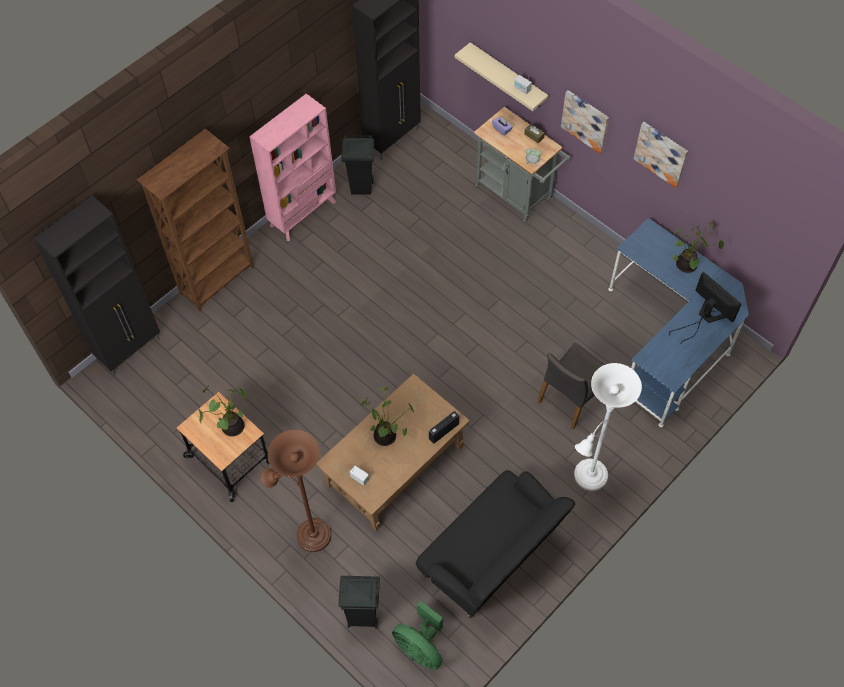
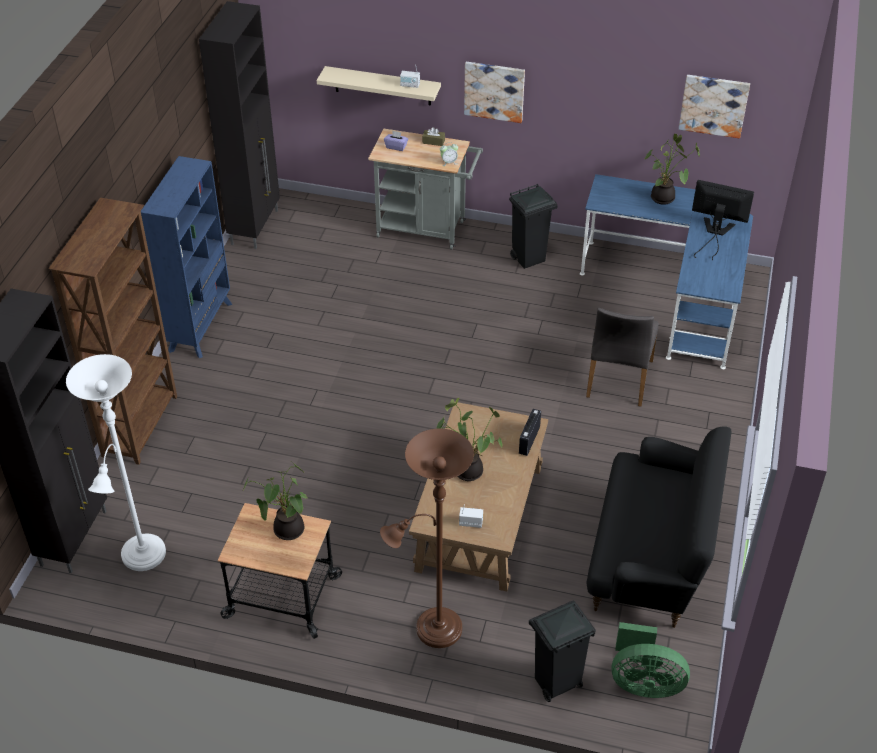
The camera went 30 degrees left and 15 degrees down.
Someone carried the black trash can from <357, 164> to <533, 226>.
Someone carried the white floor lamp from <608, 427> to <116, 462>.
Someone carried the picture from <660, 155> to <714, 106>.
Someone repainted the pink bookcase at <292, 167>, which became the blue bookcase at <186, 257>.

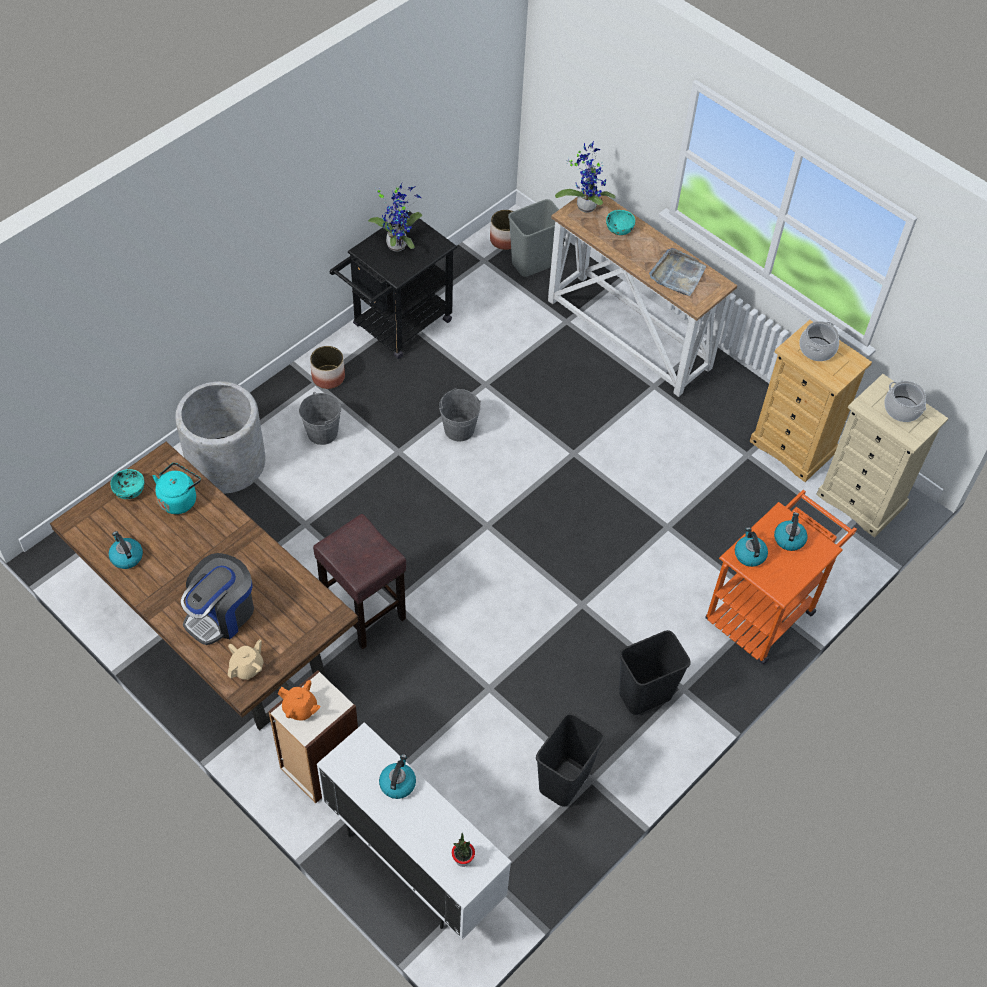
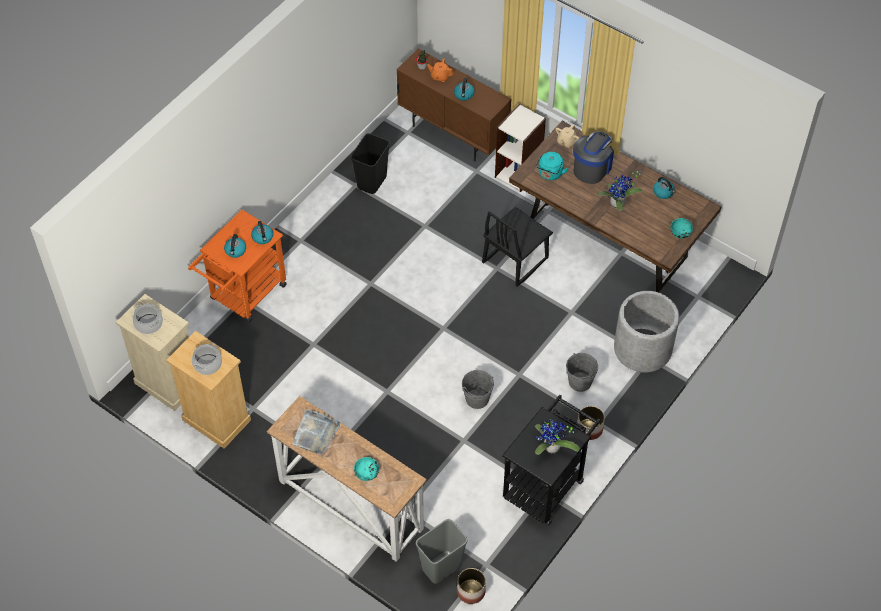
The camera went 175 degrees right and 0 degrees up.
Someone took away the black trash can at <655, 672>.
Someone carried the turquoise kettle from <176, 488> to <552, 166>.
Someone carried the orange teapot from <299, 700> to <440, 70>.
Someone carried the potted plant from <585, 177> to <620, 191>.
Someone swapped the brown stool at <359, 581> for the black chair at <517, 247>.
Someone repainted the white cabinet at <414, 831>, which became the brown cabinet at <453, 105>.

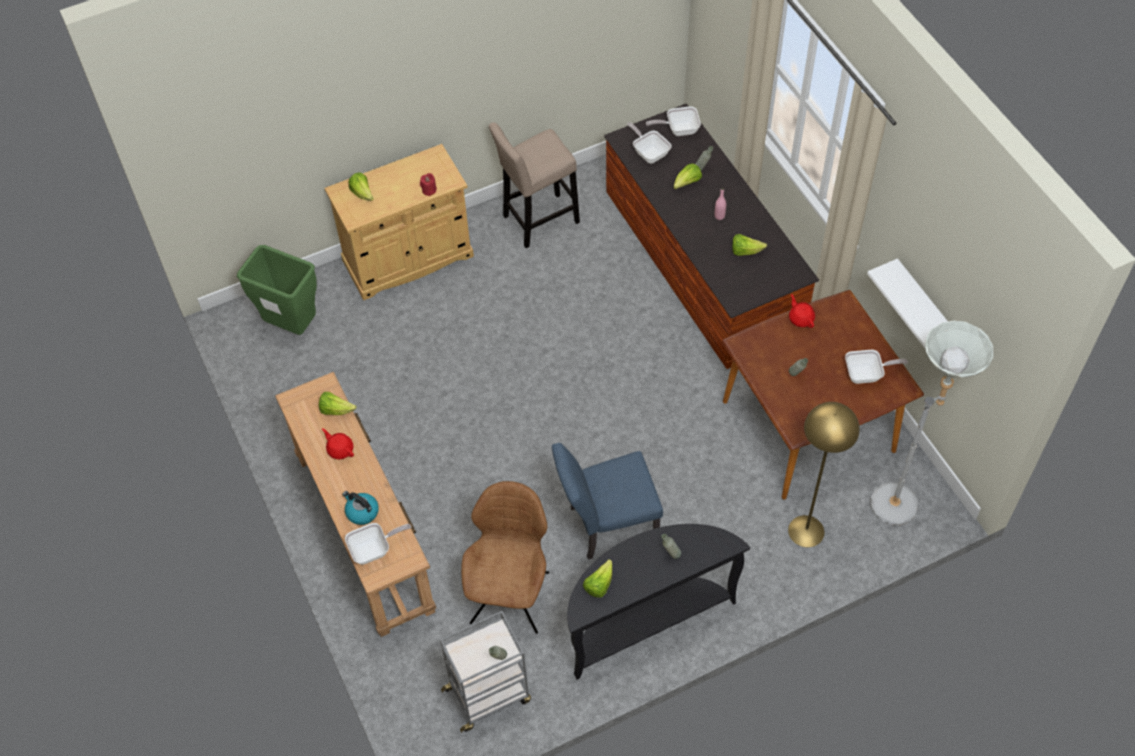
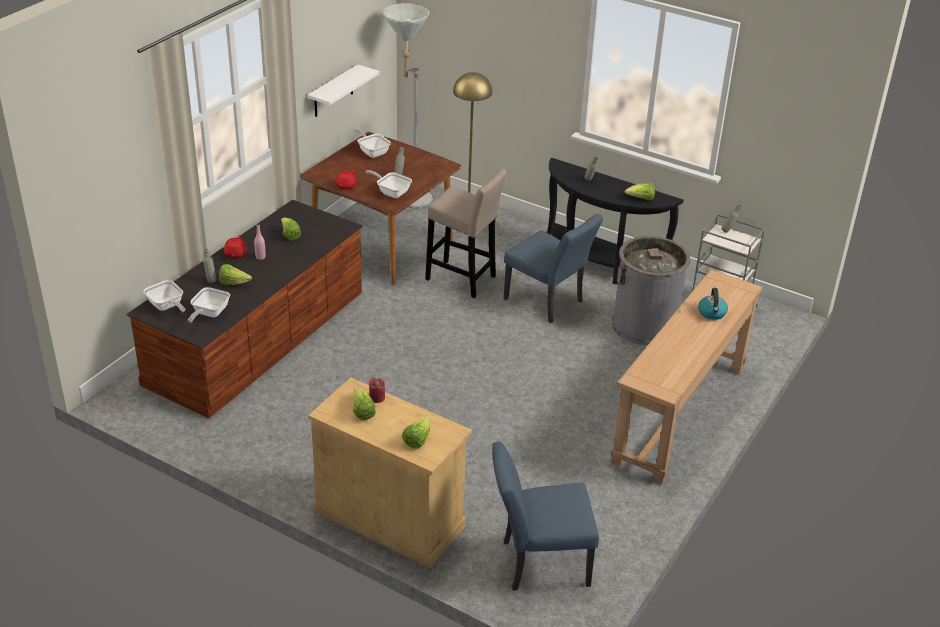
The camera went 125 degrees left and 20 degrees down.
Someone carried the lettuce from <338, 403> to <364, 404>.
Someone carried the red teapot from <338, 443> to <235, 246>.
Someone carried the frying pan from <378, 544> to <389, 184>.
Someone carried the beige stool from <534, 185> to <466, 233>.
Someone swapped the green trash can at <277, 290> for the blue chair at <545, 516>.
Someone swapped the brown chair at <505, 557> for the grey trash can at <651, 290>.

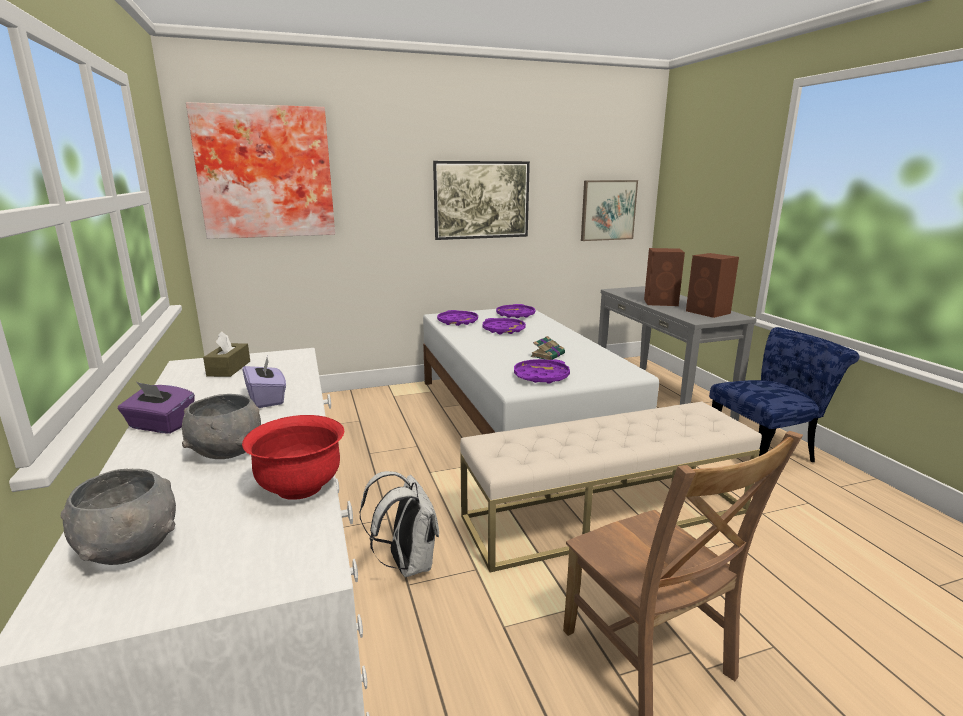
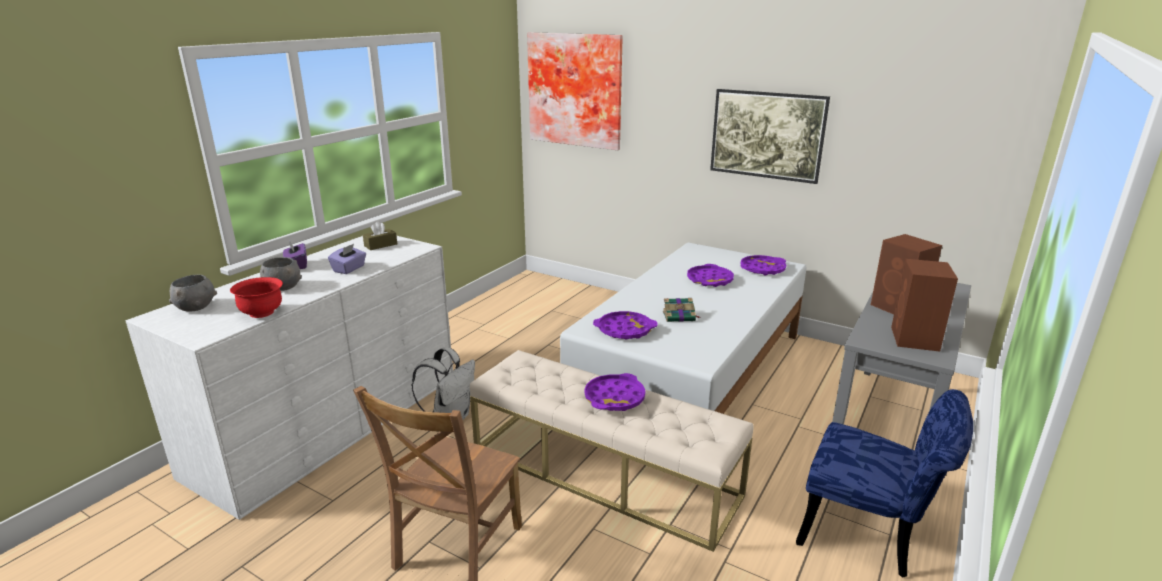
The camera went 50 degrees right and 5 degrees up.
Someone took away the picture at <609, 210>.
Someone carried the purple tray from <457, 318> to <615, 392>.

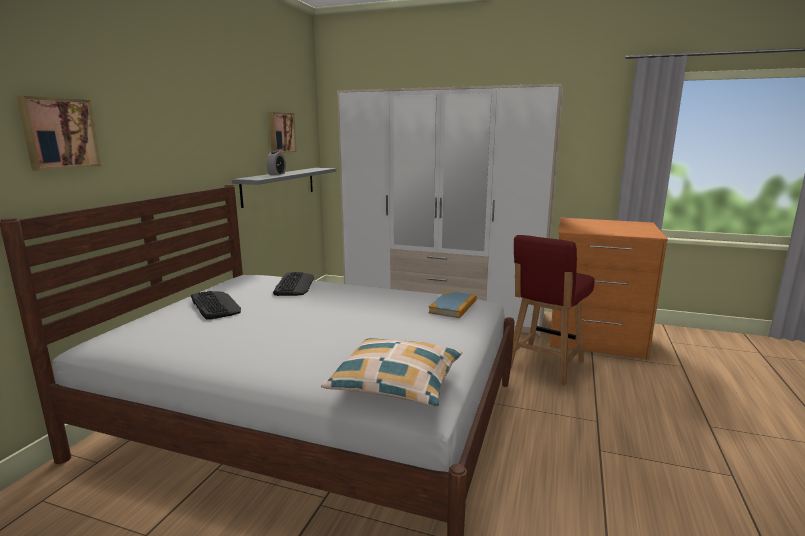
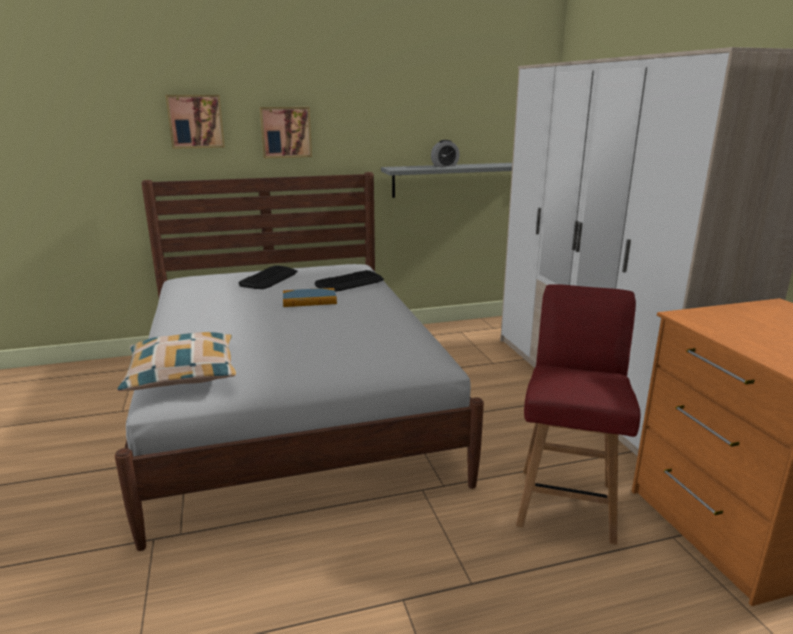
The camera went 55 degrees right and 5 degrees up.
Someone carried the picture from <283, 132> to <286, 132>.
Someone carried the book from <452, 304> to <310, 297>.
Someone rotated the red chair at <553, 310> by 105 degrees clockwise.

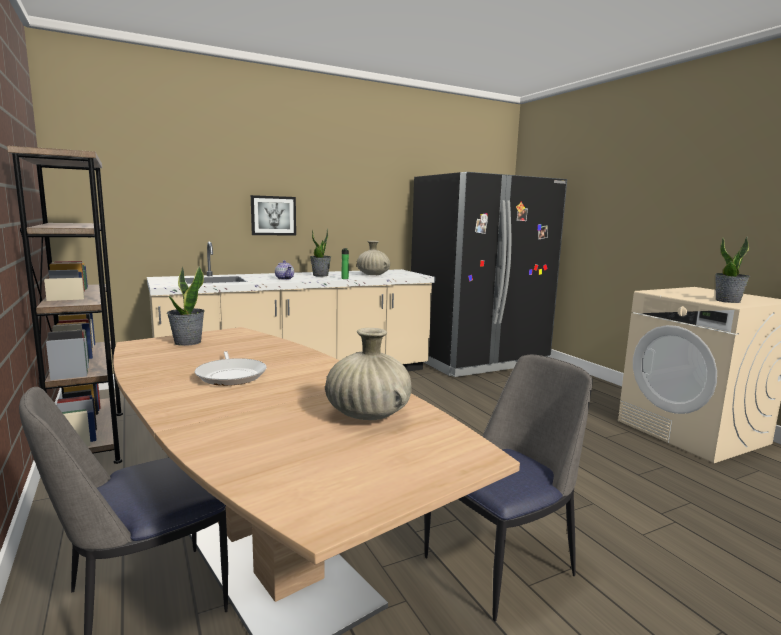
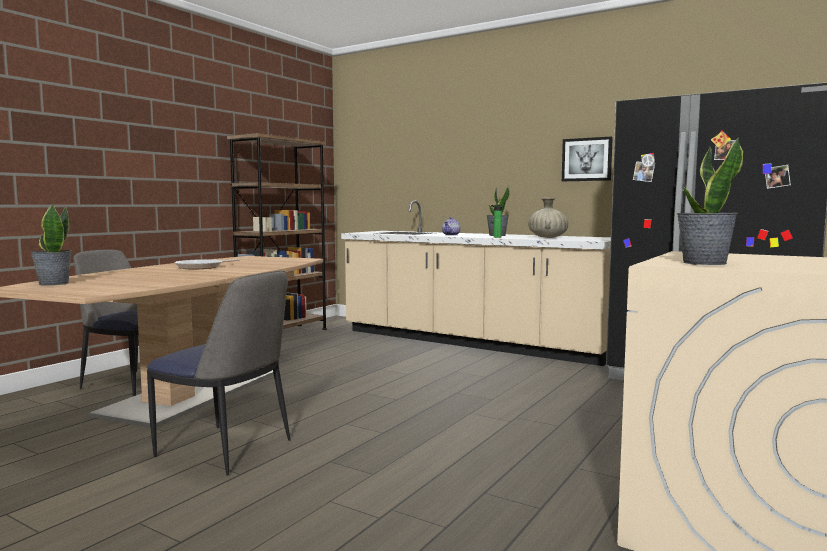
The camera went 60 degrees right and 5 degrees down.
Someone took away the beige vase at <368, 374>.
Someone carried the potted plant from <185, 306> to <51, 245>.
Someone carried the picture from <273, 215> to <587, 158>.

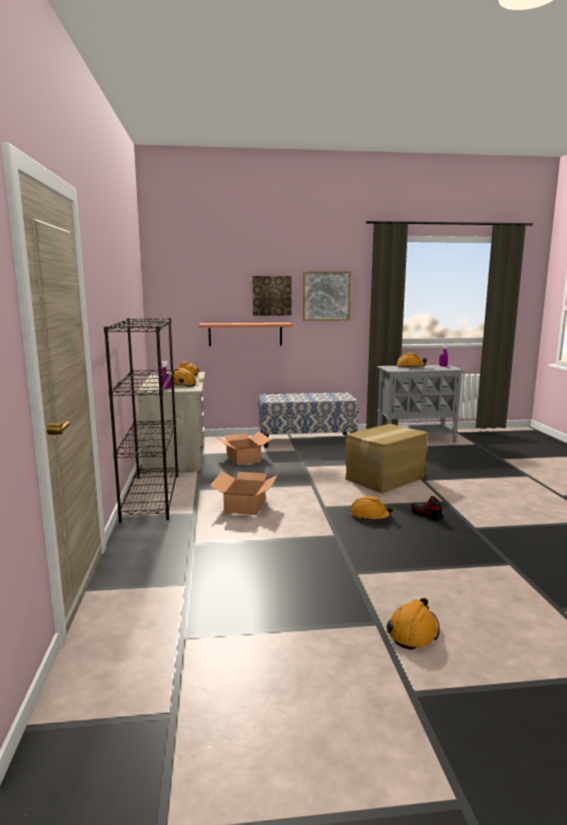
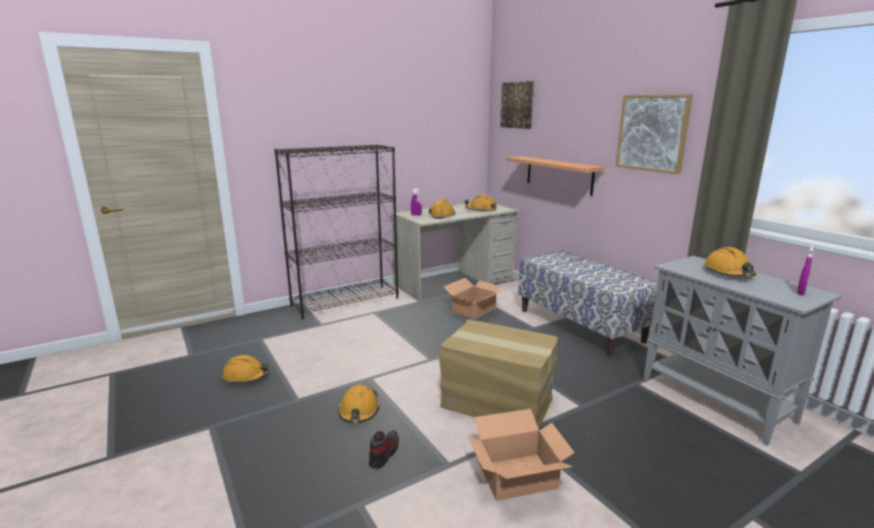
The camera went 65 degrees right and 5 degrees up.
Someone carried the cardboard box from <244, 493> to <521, 455>.
Someone carried the picture from <272, 296> to <517, 105>.
Someone carried the orange hard hat from <413, 624> to <245, 370>.

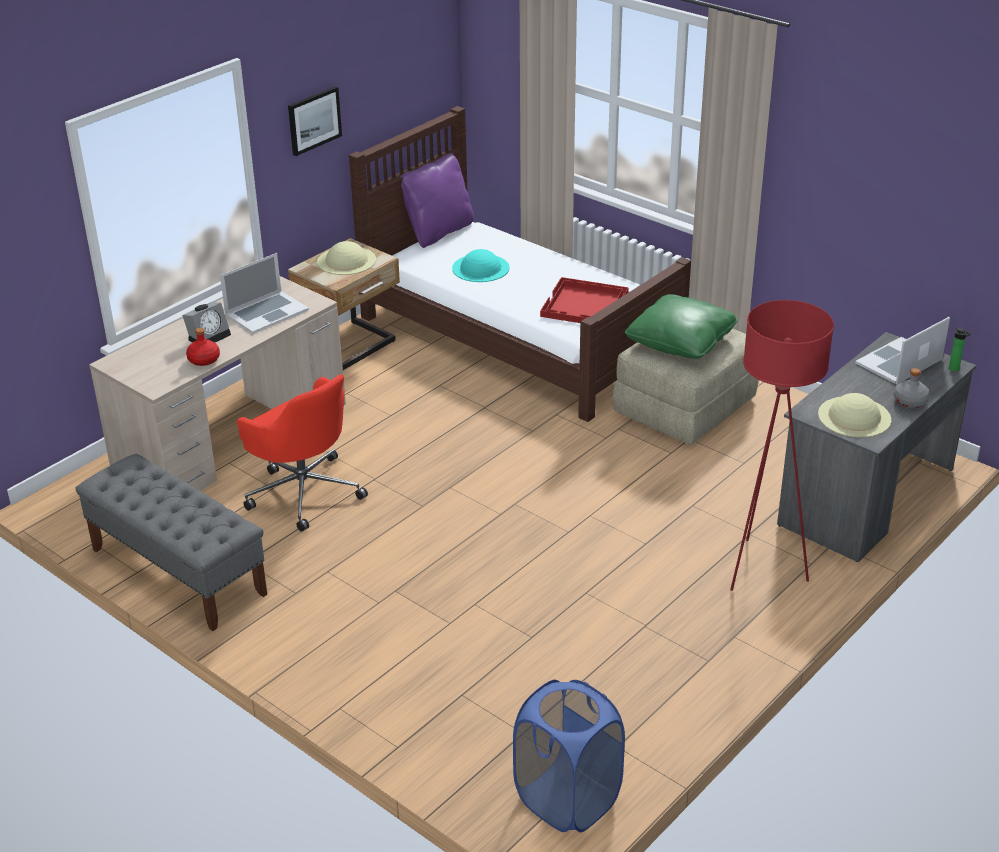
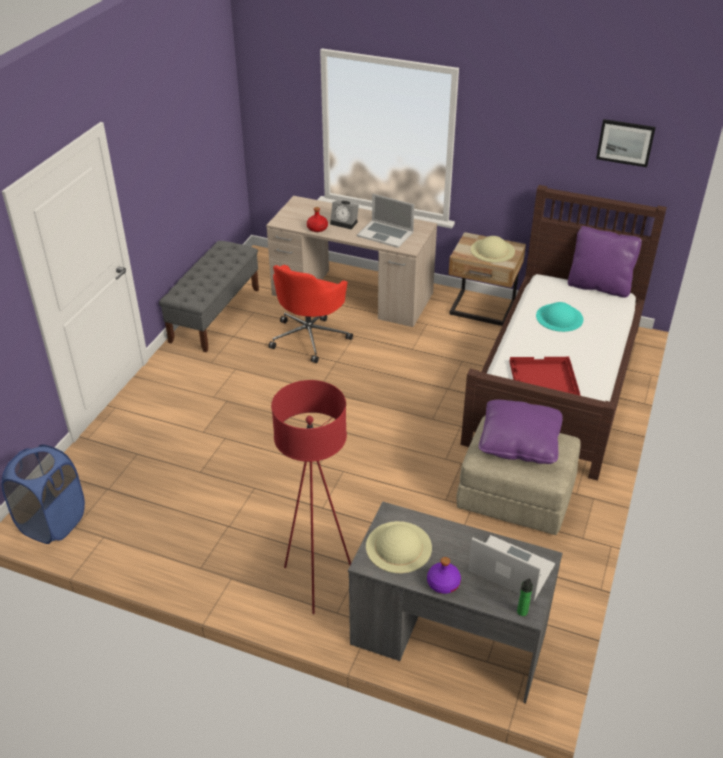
The camera went 70 degrees right and 5 degrees up.
Someone carried the picture from <315, 121> to <626, 143>.
Someone repainted the green pillow at <681, 326>, which became the purple pillow at <521, 432>.
Someone repainted the grey bottle at <912, 388>, which became the purple bottle at <444, 575>.

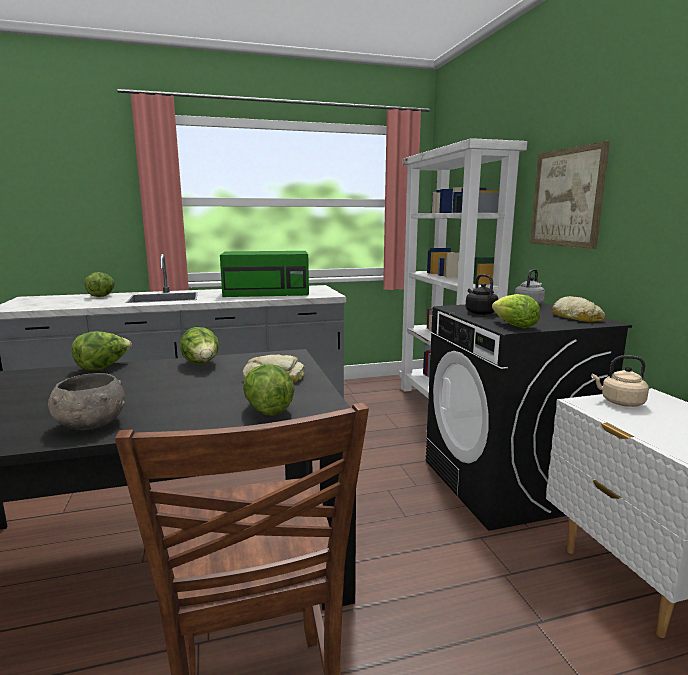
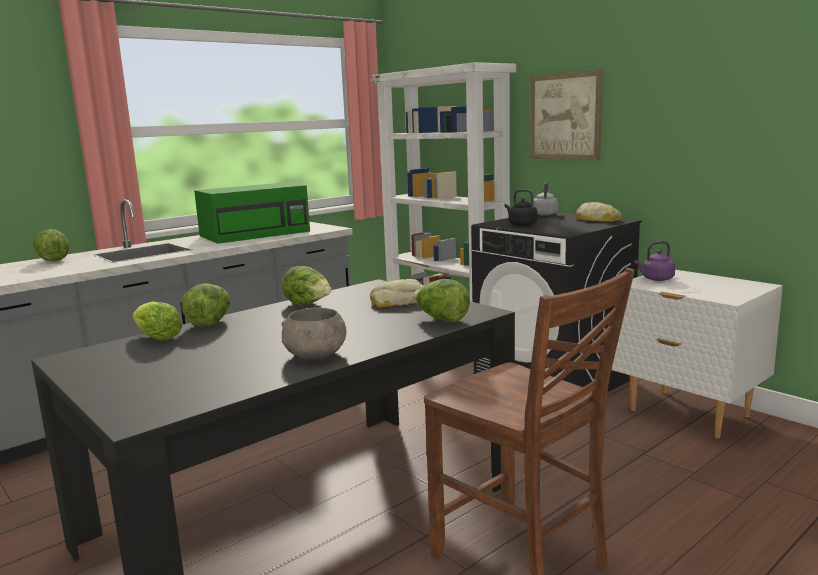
The camera went 25 degrees left and 0 degrees up.
Someone carried the lettuce from <516, 311> to <157, 321>.
Someone repainted the beige kettle at <620, 381>, which became the purple kettle at <654, 261>.

